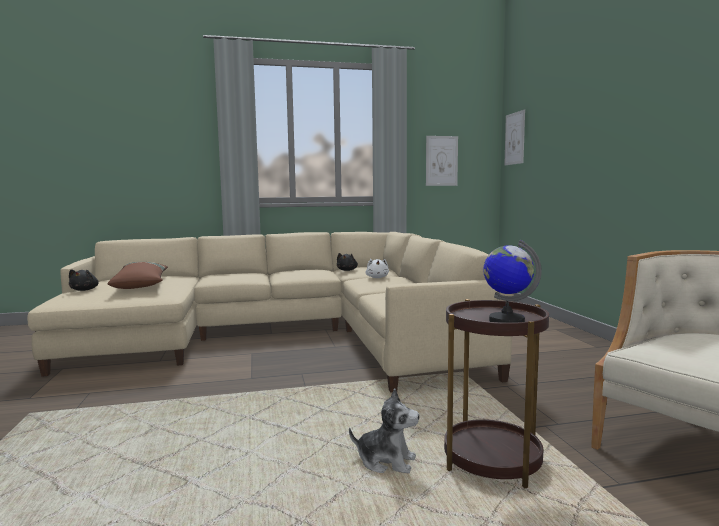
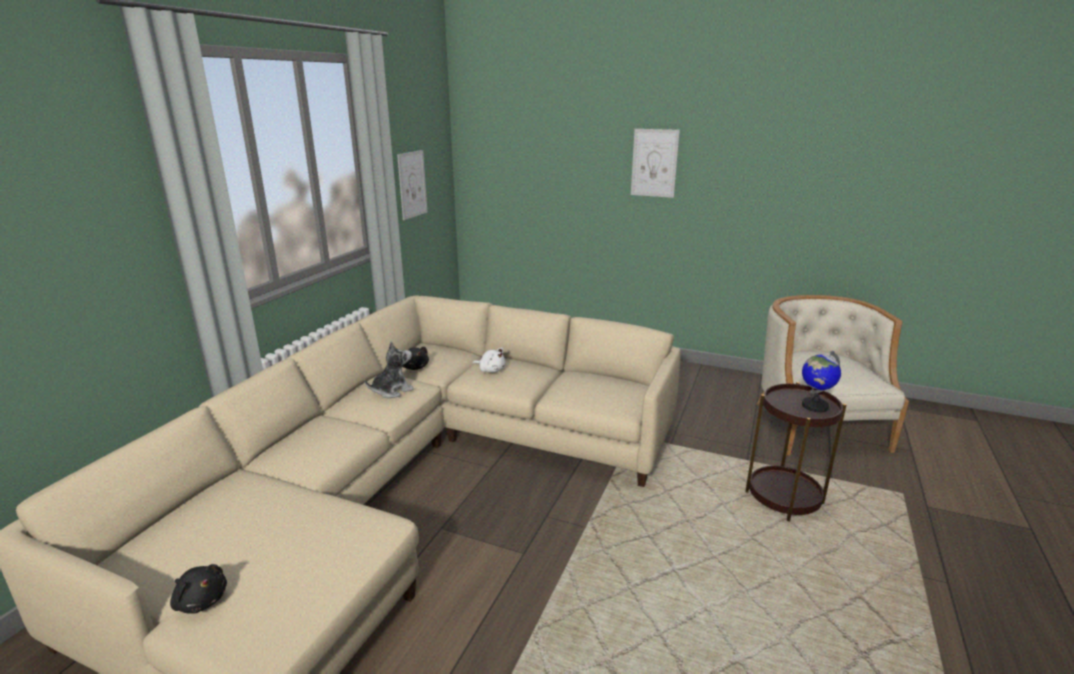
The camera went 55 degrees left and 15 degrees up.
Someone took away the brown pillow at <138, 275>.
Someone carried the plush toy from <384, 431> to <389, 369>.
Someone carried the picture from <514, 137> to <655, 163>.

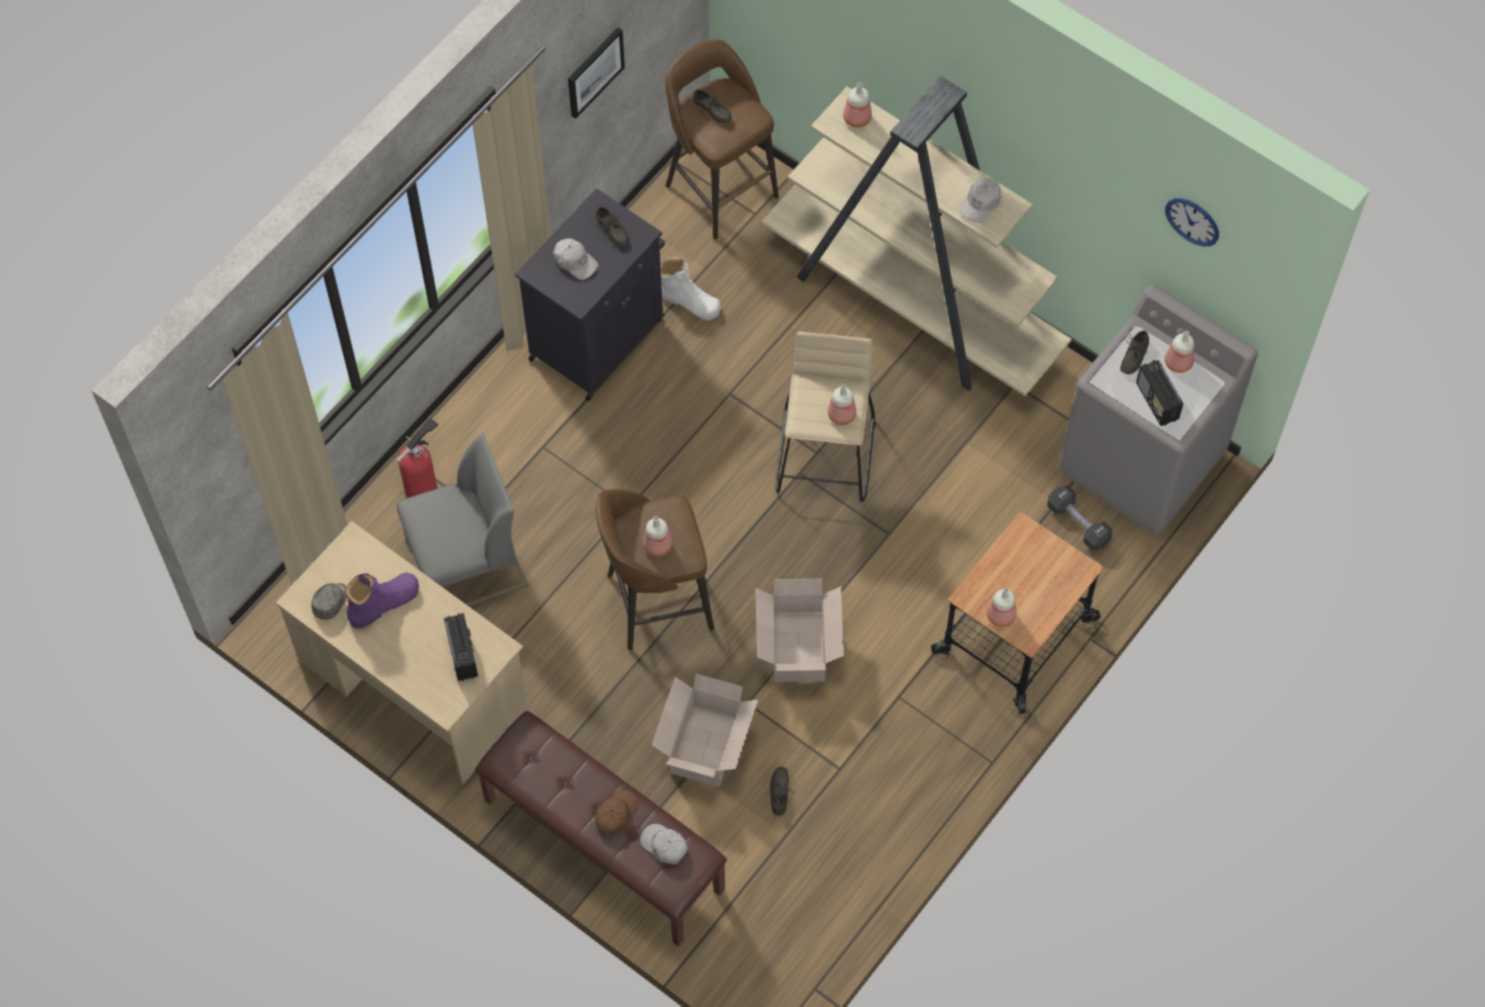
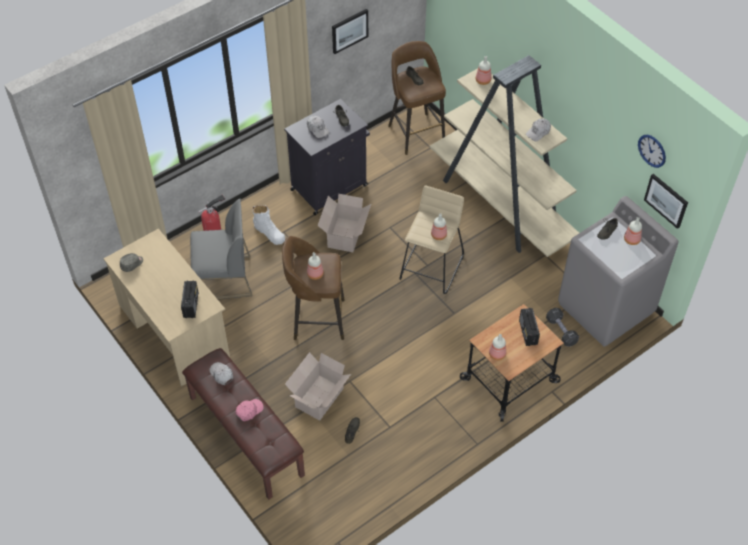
The camera went 15 degrees right and 10 degrees down.
Someone took away the purple boot at <382, 601>.
Someone put up the picture at <666, 201>.
Someone carried the white cap from <664, 844> to <221, 373>.
Someone carried the white boot from <690, 288> to <269, 225>.
Someone carried the cardboard box from <799, 630> to <344, 223>.
Someone carried the radio from <1159, 393> to <529, 327>.
Someone repainted the brown cap at <616, 812>, which became the pink cap at <249, 410>.

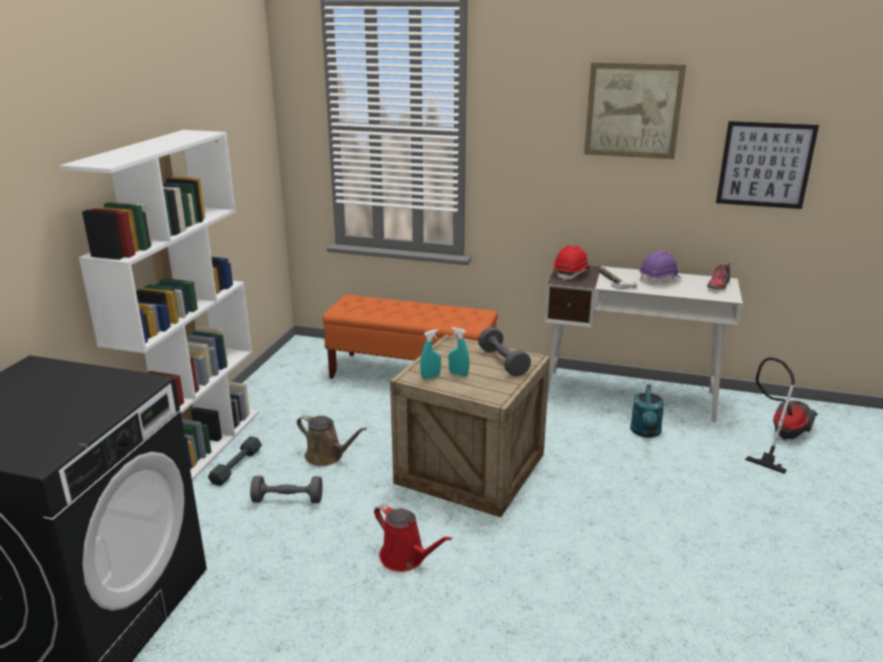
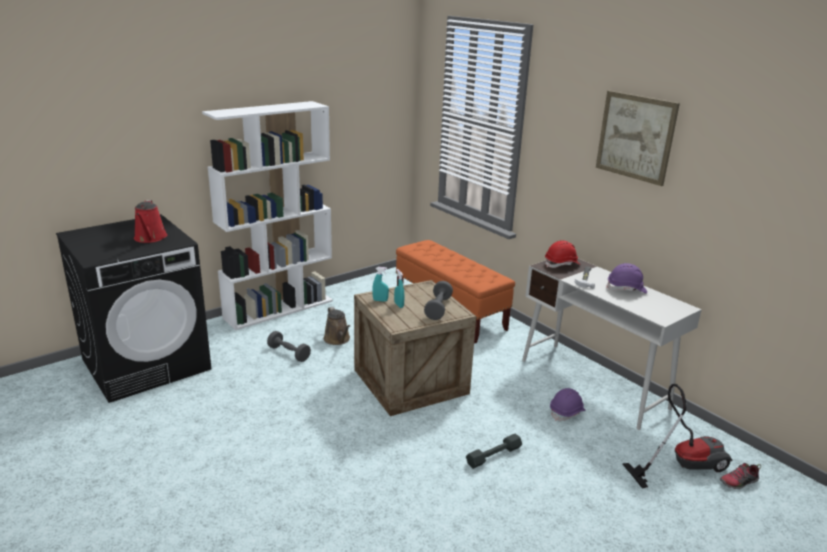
The camera went 35 degrees right and 0 degrees up.
Someone took away the picture at <767, 165>.
Someone carried the grey dumbbell from <235, 461> to <494, 451>.
Someone carried the red watering can from <413, 538> to <150, 221>.
Someone carried the shoe from <718, 276> to <740, 476>.
Someone swapped the turquoise watering can at <647, 411> for the purple hard hat at <567, 404>.

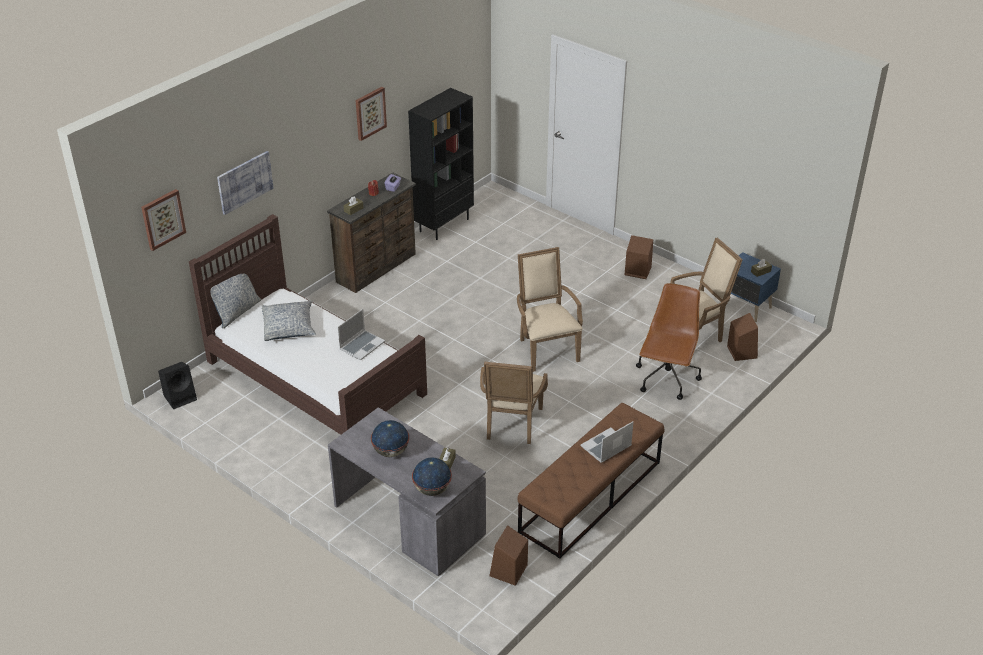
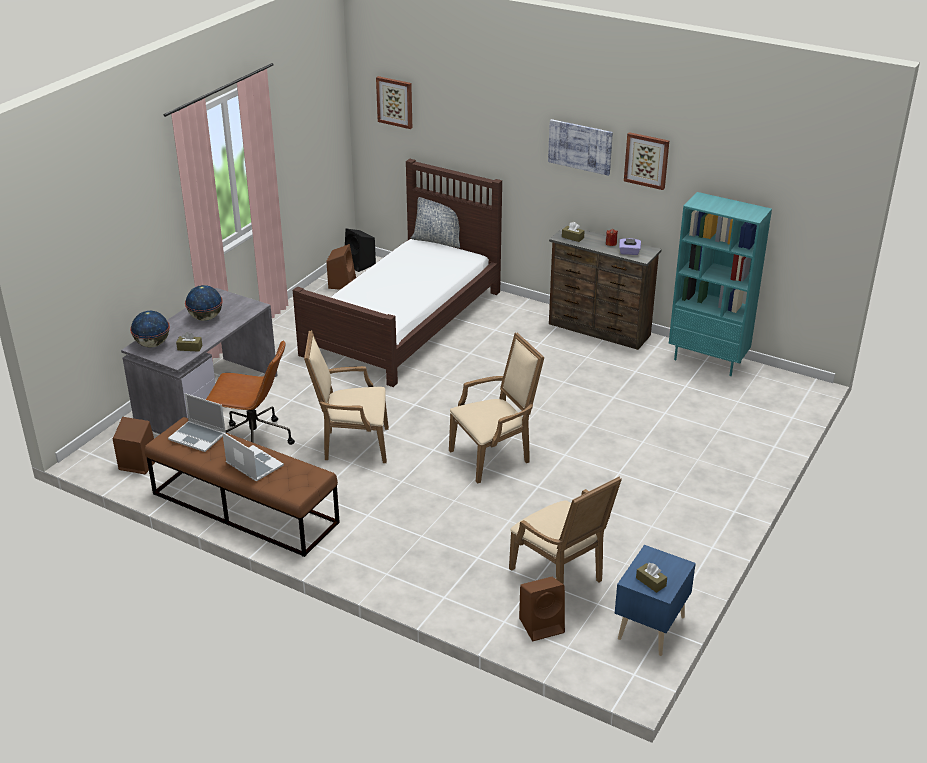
The camera went 80 degrees right and 5 degrees down.
Someone took away the pillow at <289, 320>.
Someone carried the picture from <245, 183> to <580, 147>.
Someone carried the laptop from <361, 334> to <197, 422>.
Someone carried the brown speaker from <639, 257> to <341, 267>.
Someone carried the brown office chair from <669, 341> to <250, 392>.
Someone repainted the black bookcase at <441, 164>, which became the turquoise bookcase at <720, 284>.

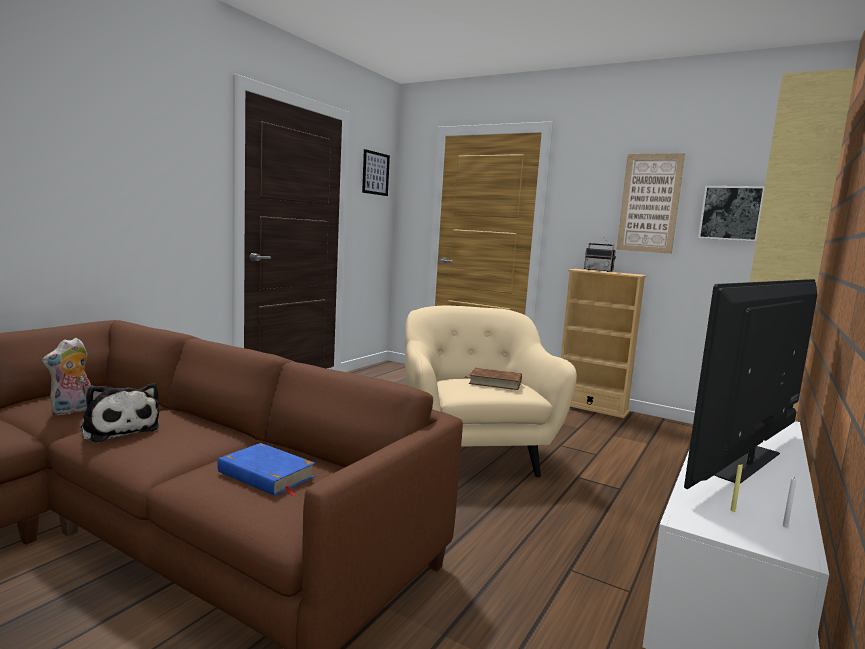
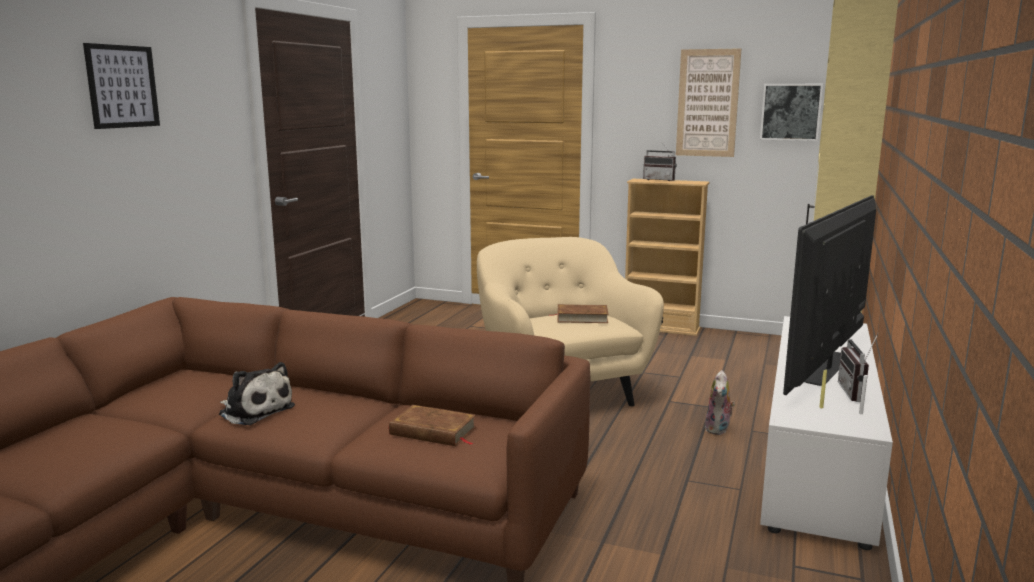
The camera went 10 degrees left and 5 degrees up.
Someone put down the radio at <858, 367>.
Someone carried the plush toy from <66, 376> to <720, 402>.
Someone carried the picture from <376, 172> to <121, 86>.
Someone repainted the blue book at <266, 469>, which became the brown book at <432, 425>.

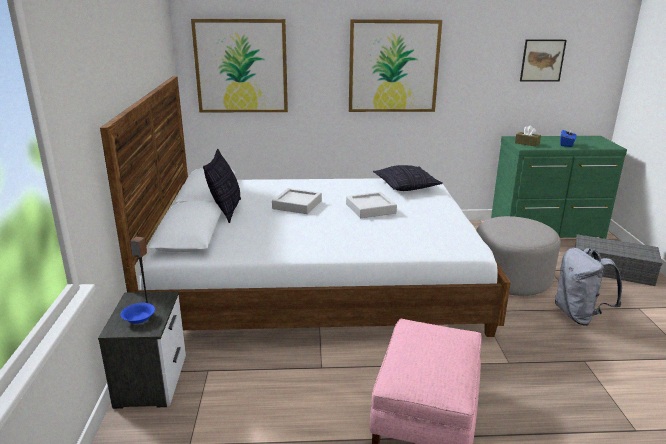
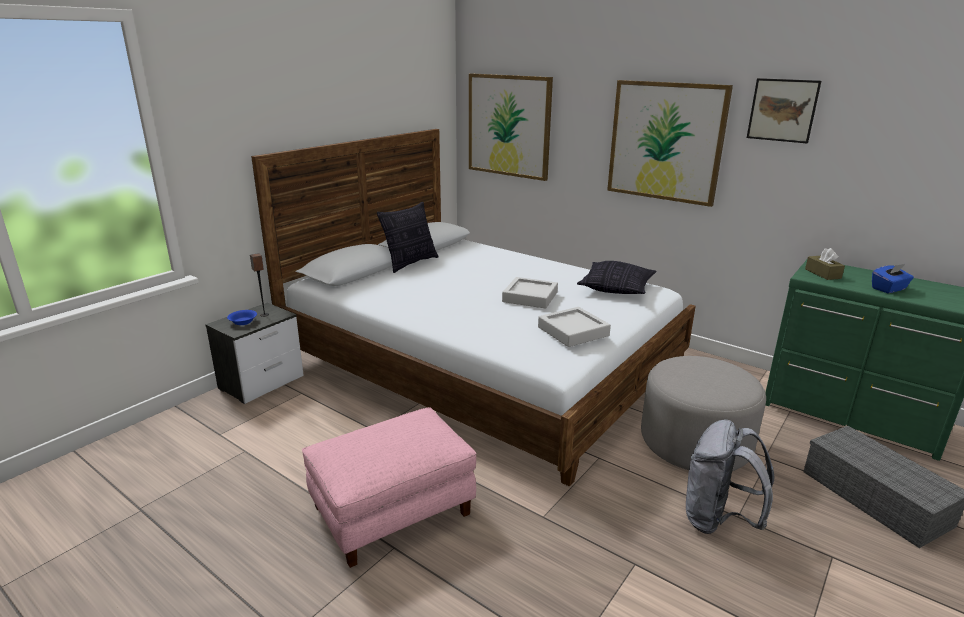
The camera went 40 degrees right and 0 degrees up.
Someone carried the grey tray from <297, 201> to <574, 327>.
Someone carried the picture from <543, 61> to <784, 110>.

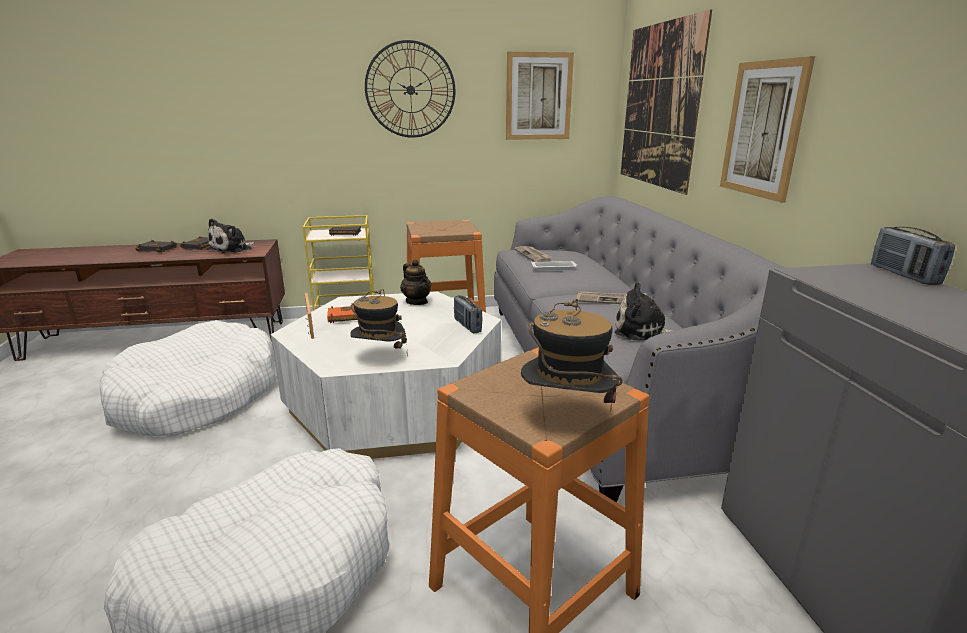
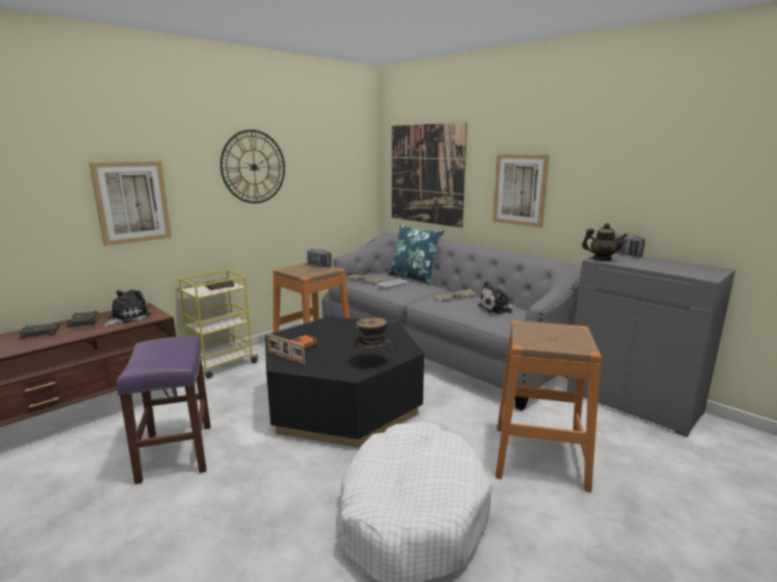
The camera went 35 degrees left and 5 degrees down.
Someone took away the hat at <572, 355>.
Someone put down the blue pillow at <416, 255>.
Someone carried the teapot from <416, 282> to <604, 242>.
Someone carried the radio from <468, 314> to <319, 258>.
Someone carried the picture from <540, 96> to <130, 203>.
Someone swapped the white dog bed at <188, 378> for the purple stool at <163, 410>.
Someone repainted the white coffee table at <385, 375>, which became the black coffee table at <344, 382>.
Someone rotated the plush toy at <231, 236> by 150 degrees counterclockwise.

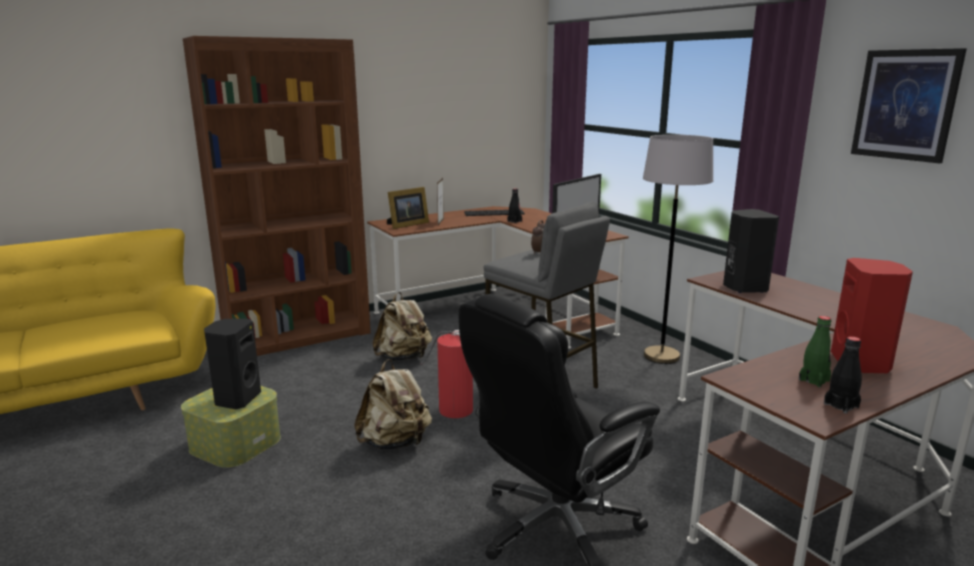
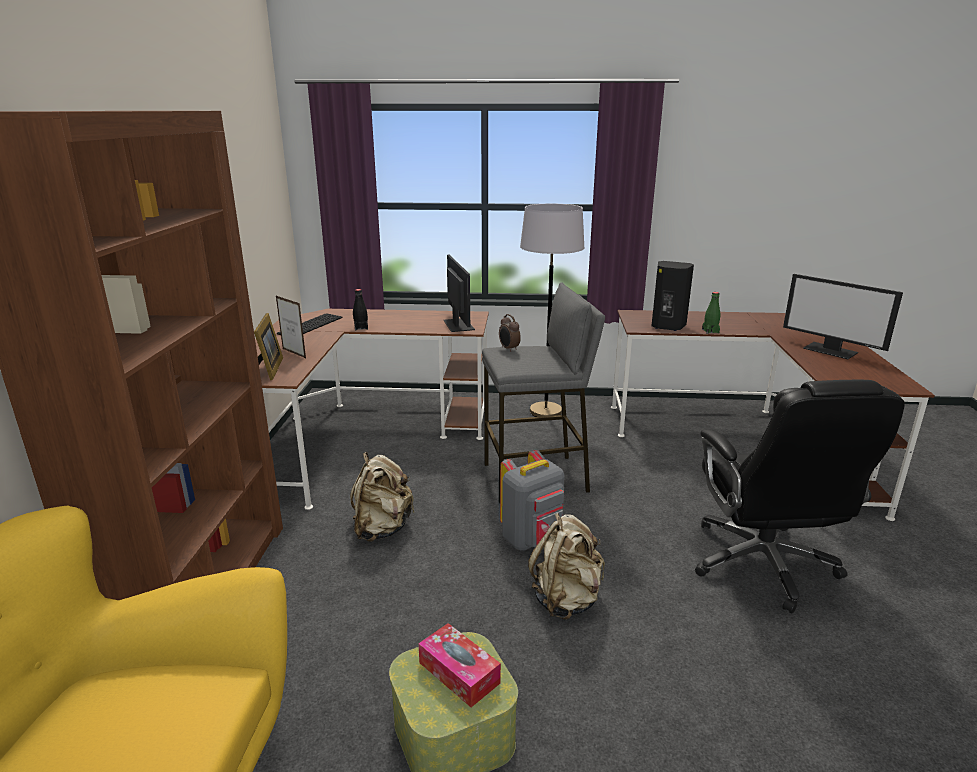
The camera went 55 degrees left and 5 degrees up.
Someone took away the black bottle at <843, 375>.
Someone took away the picture at <909, 105>.
Someone carried the green bottle from <815, 351> to <711, 313>.
Someone swapped the black speaker at <232, 364> for the tissue box at <459, 665>.
Someone swapped the fire extinguisher at <447, 374> for the grey backpack at <532, 500>.
Someone swapped the red speaker at <872, 315> for the monitor at <843, 316>.

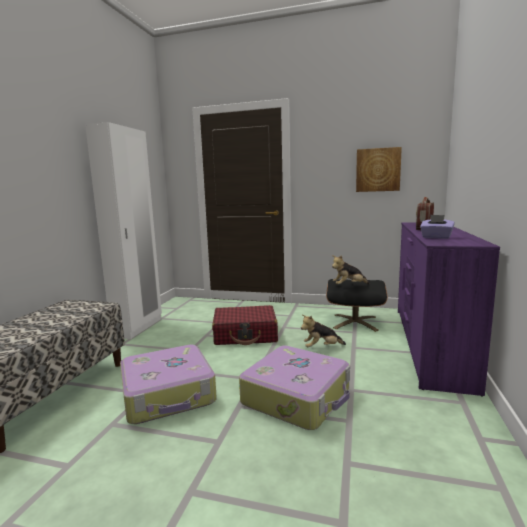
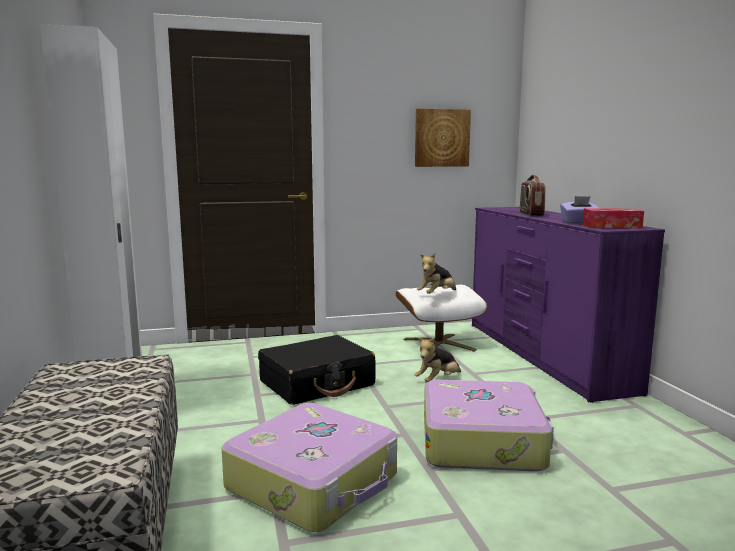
The camera went 30 degrees left and 0 degrees up.
Someone put down the tissue box at <613, 218>.
Someone repainted the red suitcase at <245, 325>, which became the black suitcase at <317, 370>.
Someone repainted the black ottoman at <357, 305>, which became the white ottoman at <441, 318>.

